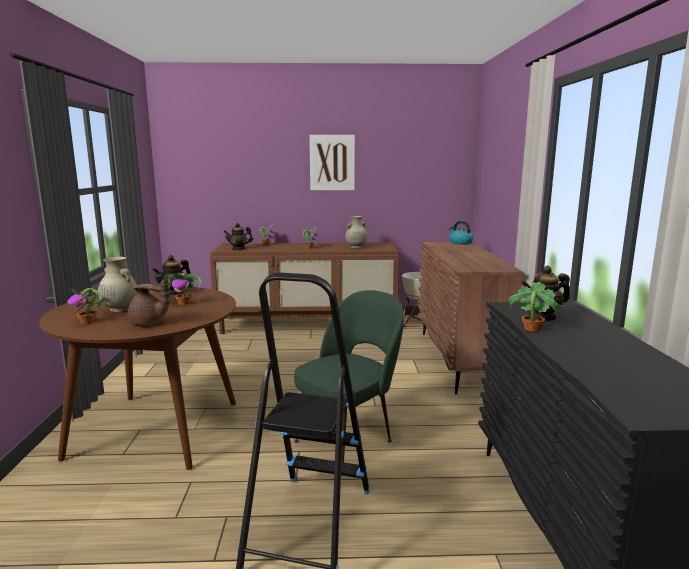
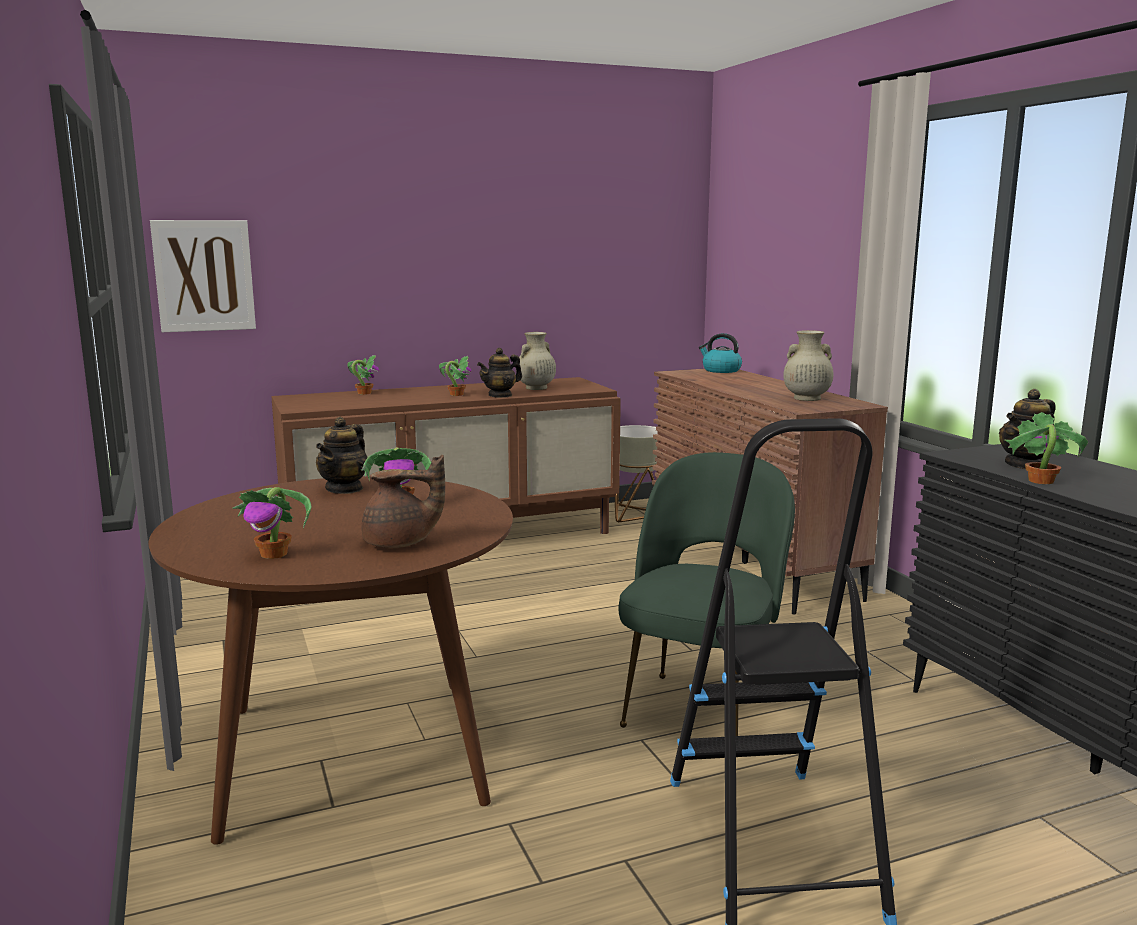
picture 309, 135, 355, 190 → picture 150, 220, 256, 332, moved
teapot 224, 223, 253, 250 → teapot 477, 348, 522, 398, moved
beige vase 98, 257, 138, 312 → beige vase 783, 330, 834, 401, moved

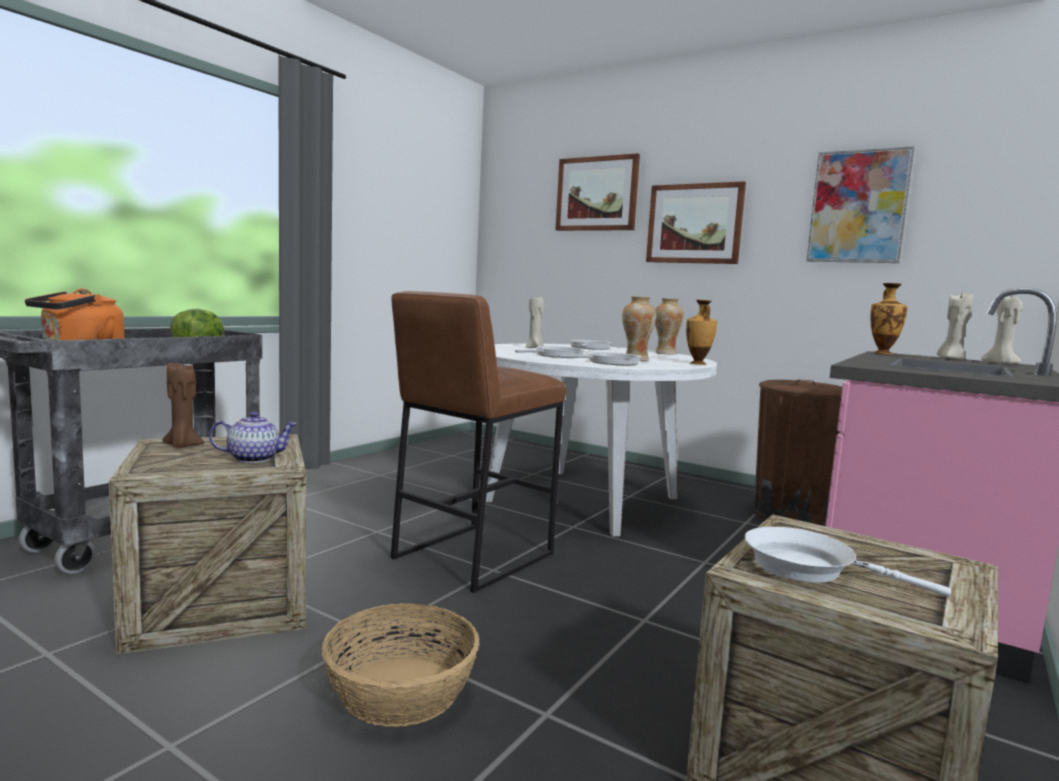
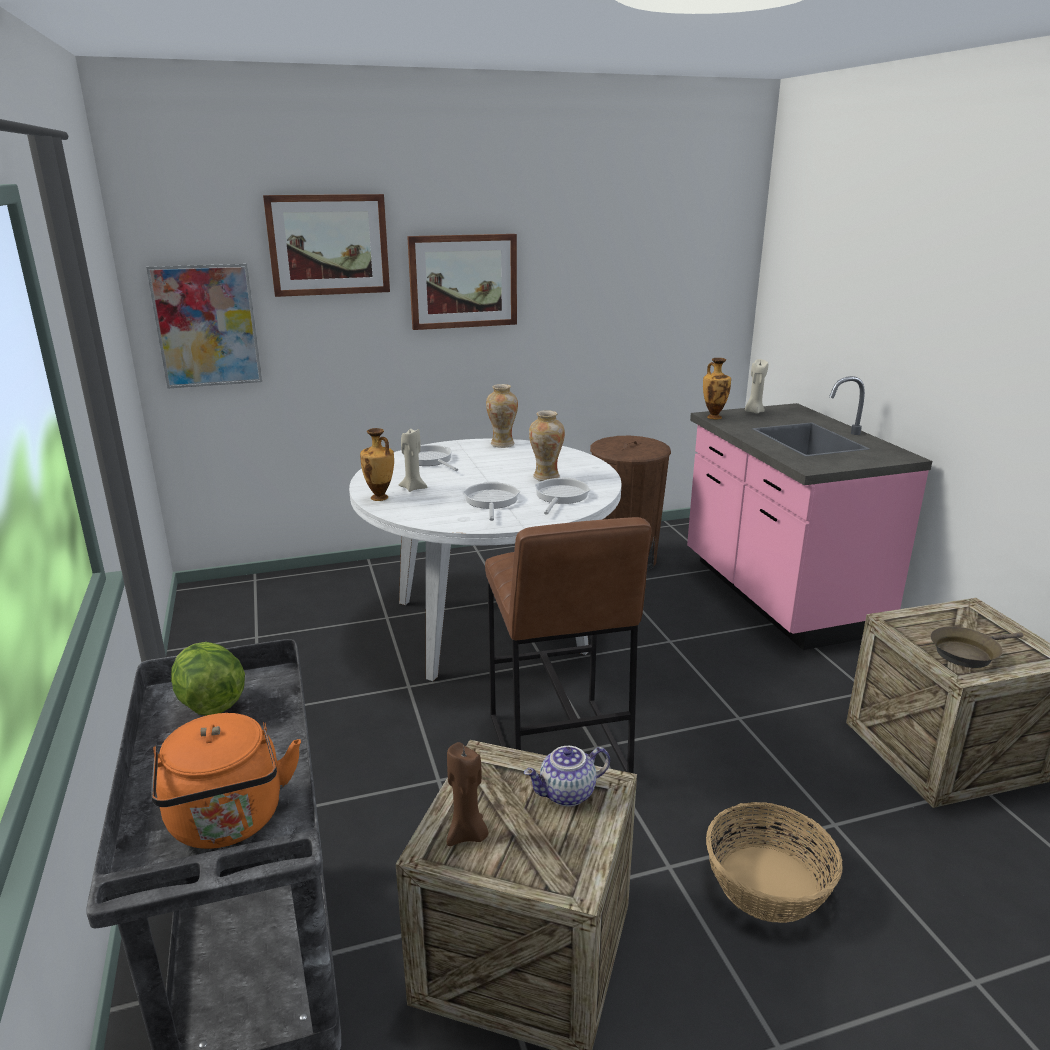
picture 806, 146, 915, 263 → picture 146, 263, 262, 388, moved
vase 686, 300, 717, 365 → vase 360, 428, 394, 501, moved
teapot 209, 411, 297, 463 → teapot 524, 746, 610, 807, 135 degrees counterclockwise
white frying pan 745, 527, 951, 597 → brown frying pan 931, 626, 1024, 668
beige candle 981, 295, 1023, 364 → -

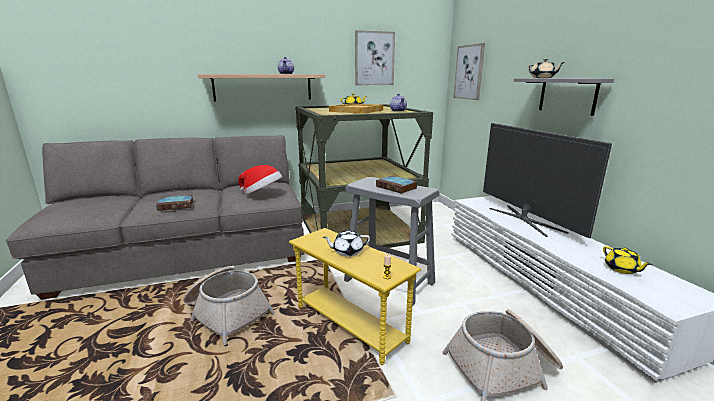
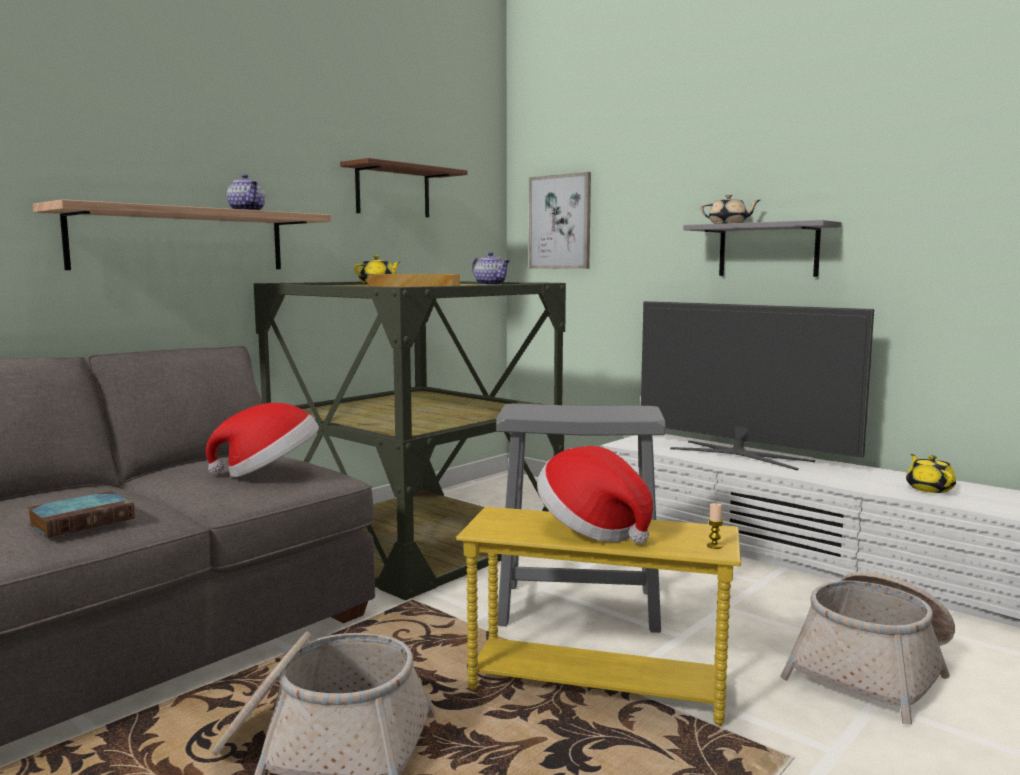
picture 355, 30, 395, 85 → brown shelf 340, 158, 468, 217
white teapot 323, 230, 370, 256 → hat 537, 446, 653, 544
yellow teapot 603, 246, 652, 274 → yellow teapot 906, 454, 956, 493, 135 degrees counterclockwise
book 376, 176, 418, 194 → -

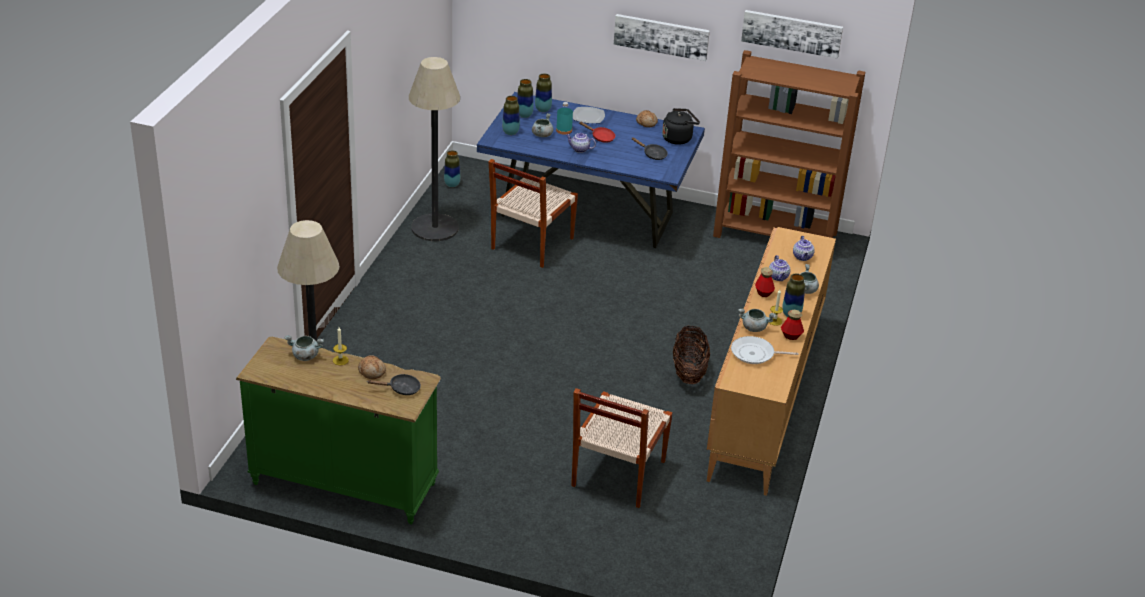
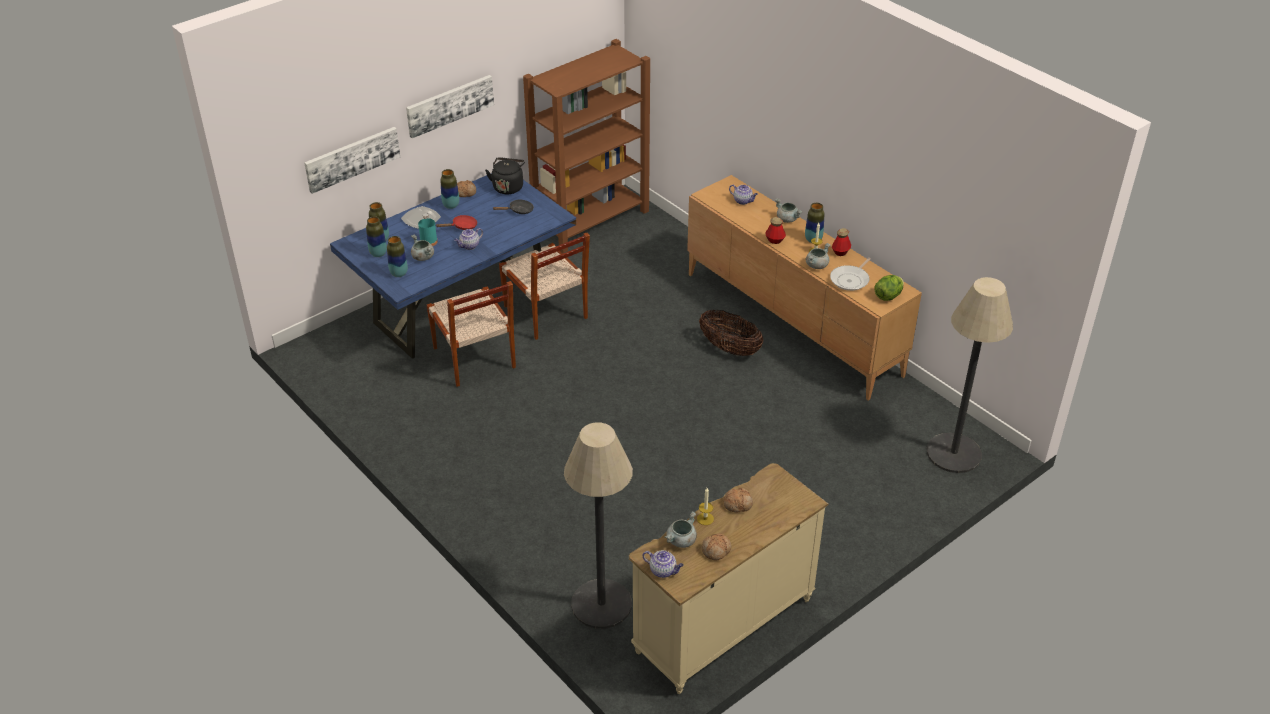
picture 741, 10, 843, 59 → picture 304, 127, 400, 194, moved
vase 444, 150, 460, 187 → vase 441, 169, 459, 209, moved
chair 571, 388, 672, 508 → chair 499, 233, 590, 340, moved
green dresser 236, 337, 441, 524 → beige dresser 629, 463, 829, 694
teapot 769, 255, 790, 281 → teapot 643, 550, 684, 578, moved
- → bread 702, 534, 731, 561
- → lettuce 874, 275, 904, 301
floor lamp 409, 57, 460, 241 → floor lamp 927, 277, 1013, 473, moved
black frying pan 368, 374, 421, 395 → -

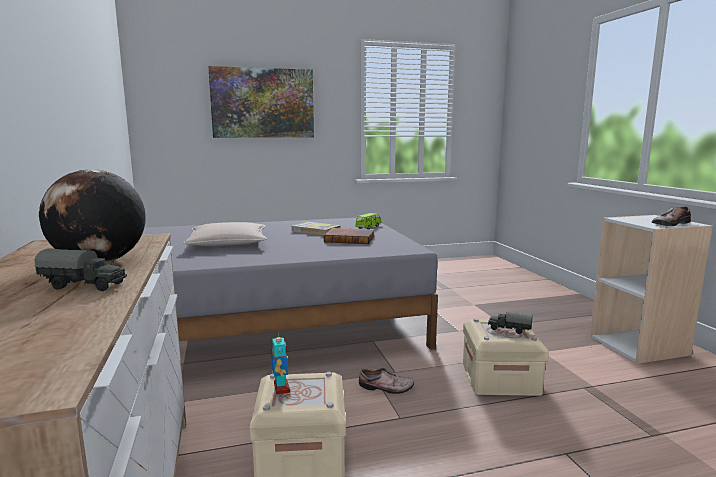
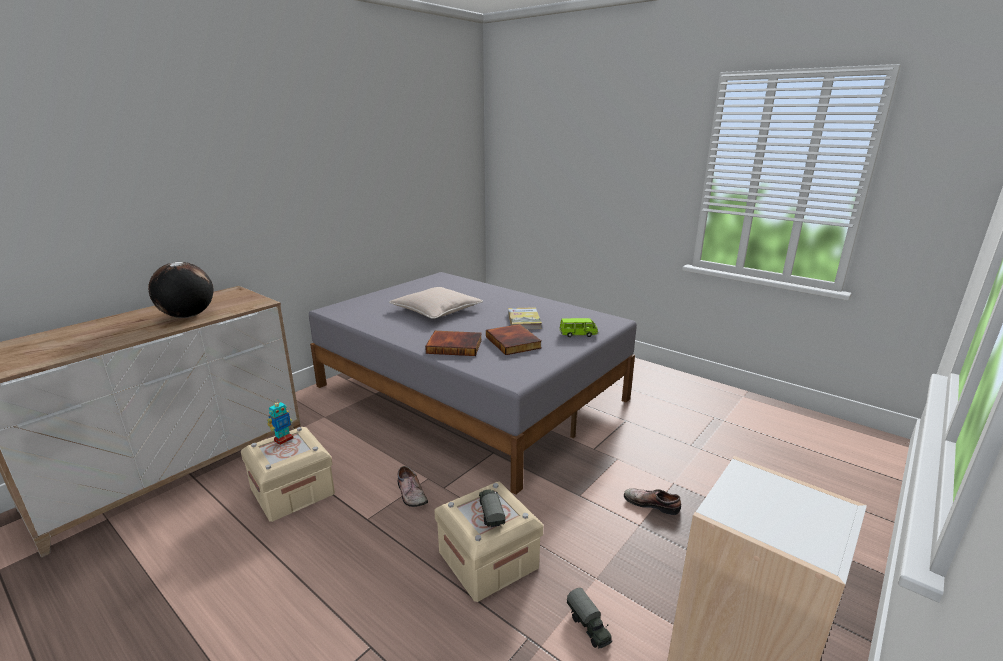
- → book 425, 331, 482, 356
toy truck 35, 248, 127, 291 → toy truck 567, 588, 612, 649, moved
shoe 652, 206, 691, 226 → shoe 624, 488, 681, 515, moved
picture 208, 66, 314, 138 → -

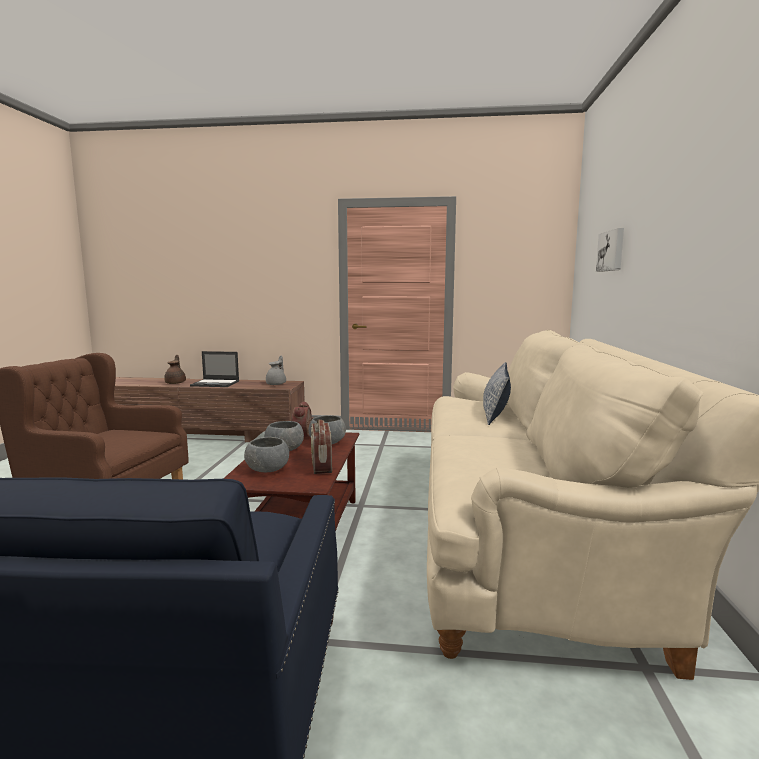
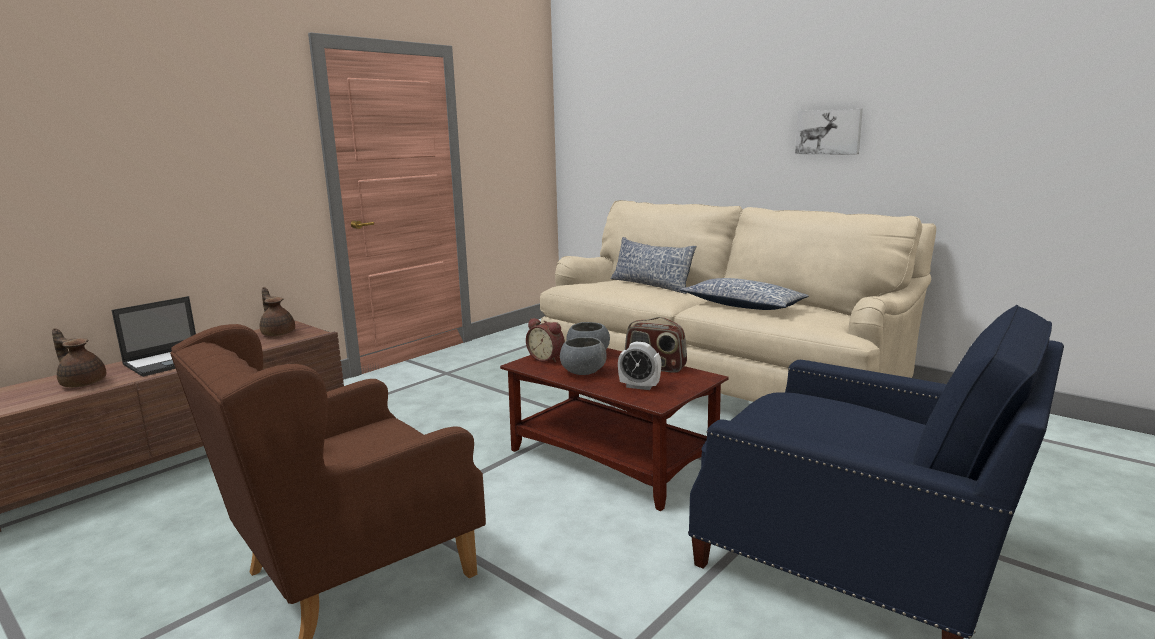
grey teapot 266, 356, 286, 385 → brown teapot 260, 287, 295, 336
grey bowl 244, 437, 289, 472 → alarm clock 618, 342, 661, 390
- → pillow 680, 278, 809, 310
picture 596, 228, 624, 272 → picture 795, 109, 863, 154, moved

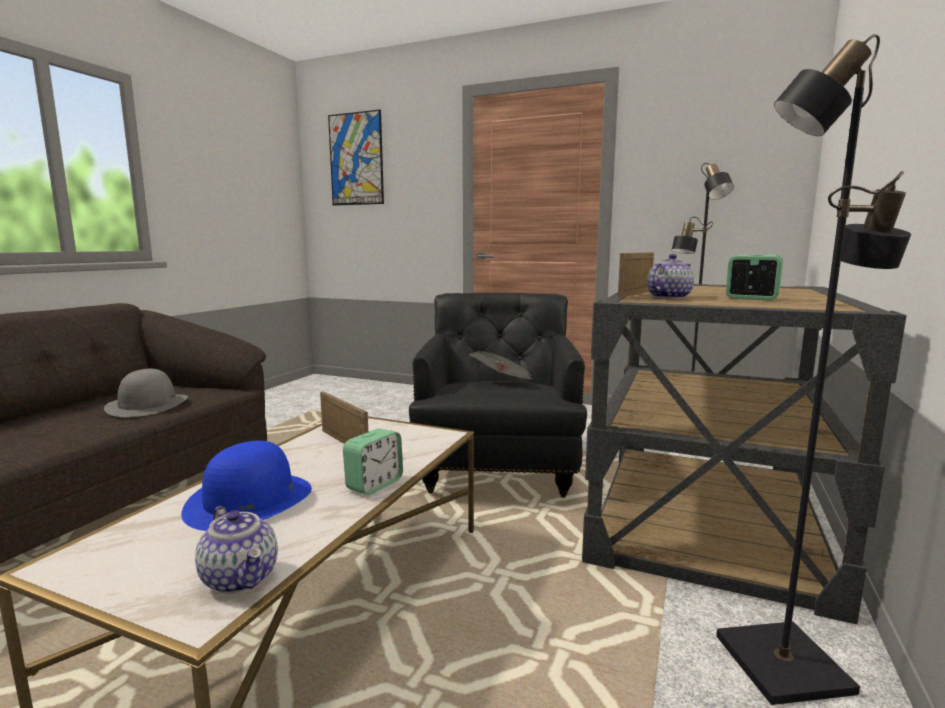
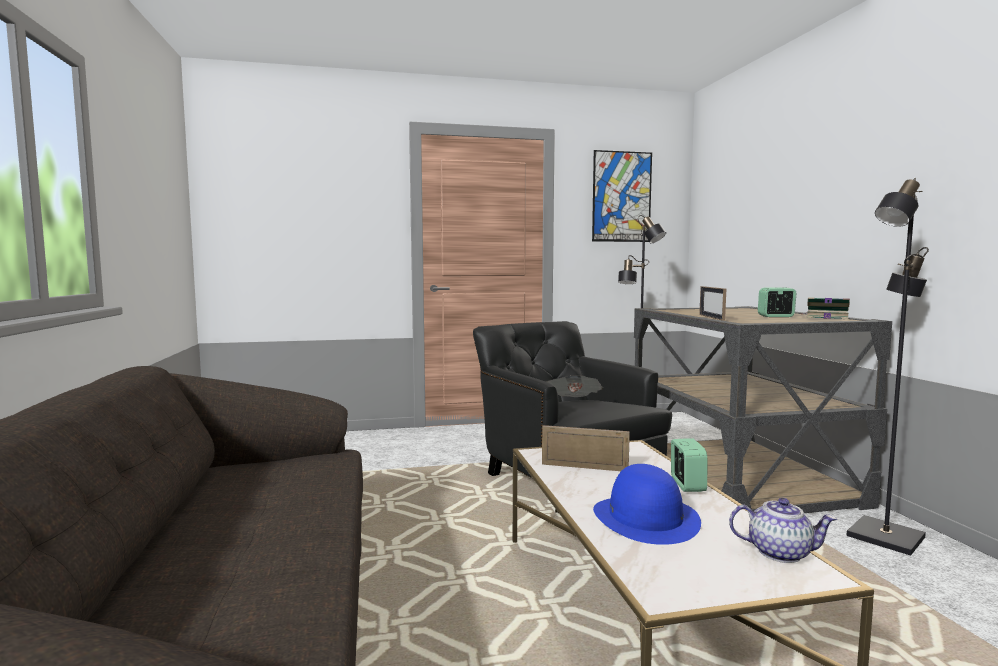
picture 328, 110, 384, 206 → picture 592, 150, 652, 242, moved
- → book 800, 297, 850, 319
grey hat 104, 369, 188, 417 → -
teapot 647, 254, 694, 299 → -

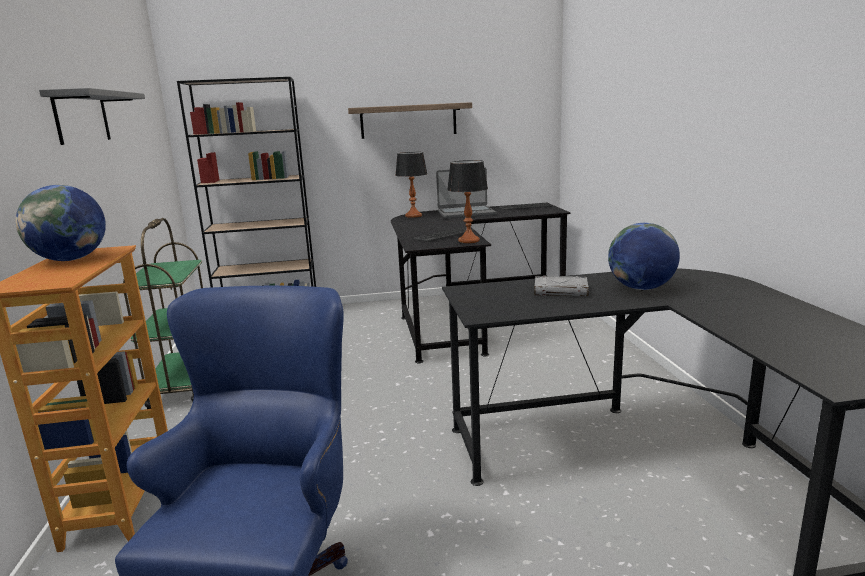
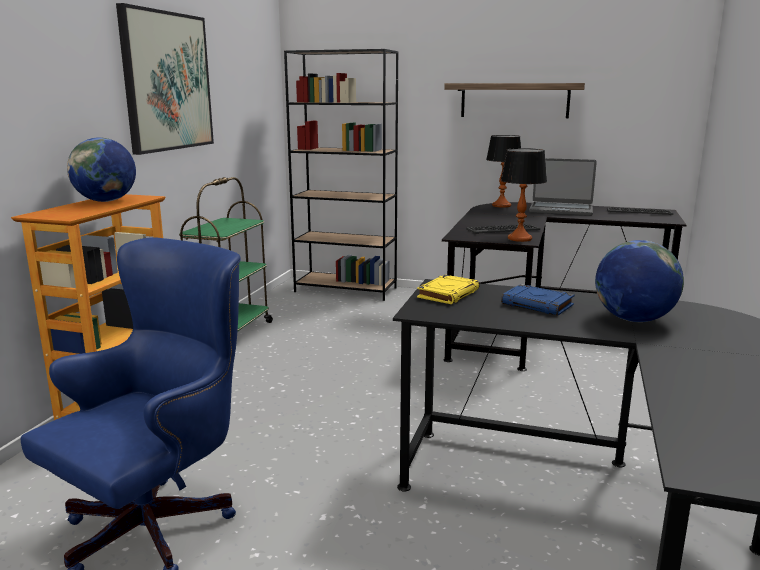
grey shelf 39, 88, 145, 145 → picture 116, 3, 214, 155
- → yellow book 417, 275, 480, 304
grey book 534, 276, 589, 296 → blue book 501, 284, 575, 315

